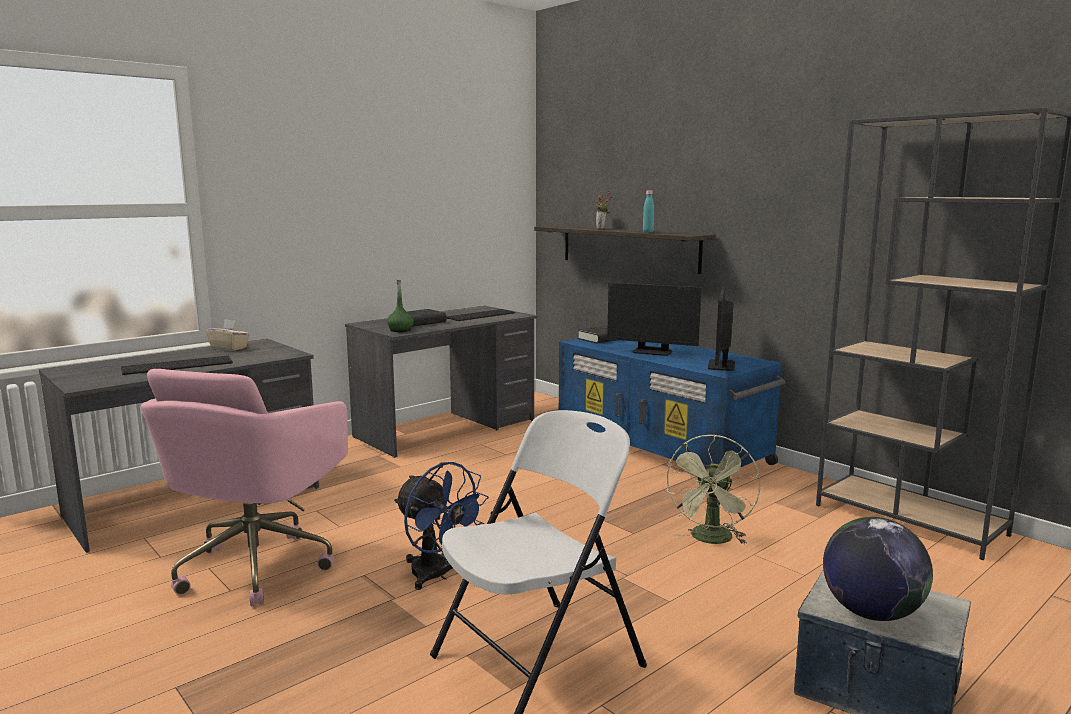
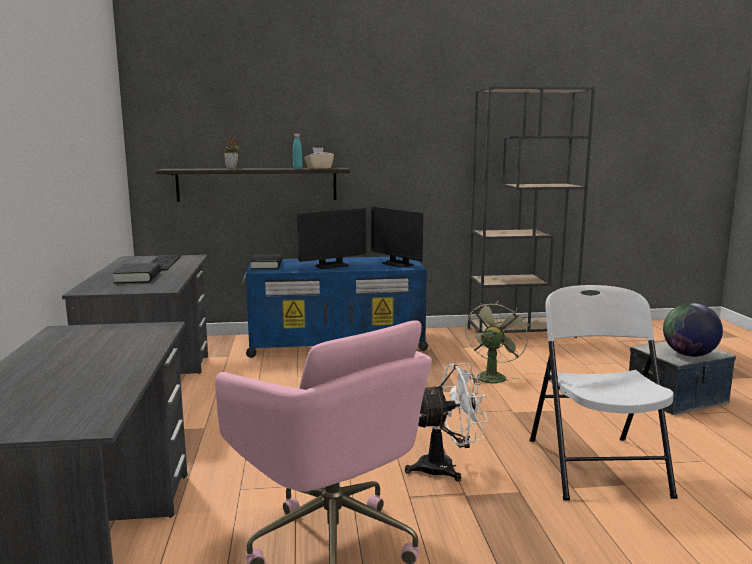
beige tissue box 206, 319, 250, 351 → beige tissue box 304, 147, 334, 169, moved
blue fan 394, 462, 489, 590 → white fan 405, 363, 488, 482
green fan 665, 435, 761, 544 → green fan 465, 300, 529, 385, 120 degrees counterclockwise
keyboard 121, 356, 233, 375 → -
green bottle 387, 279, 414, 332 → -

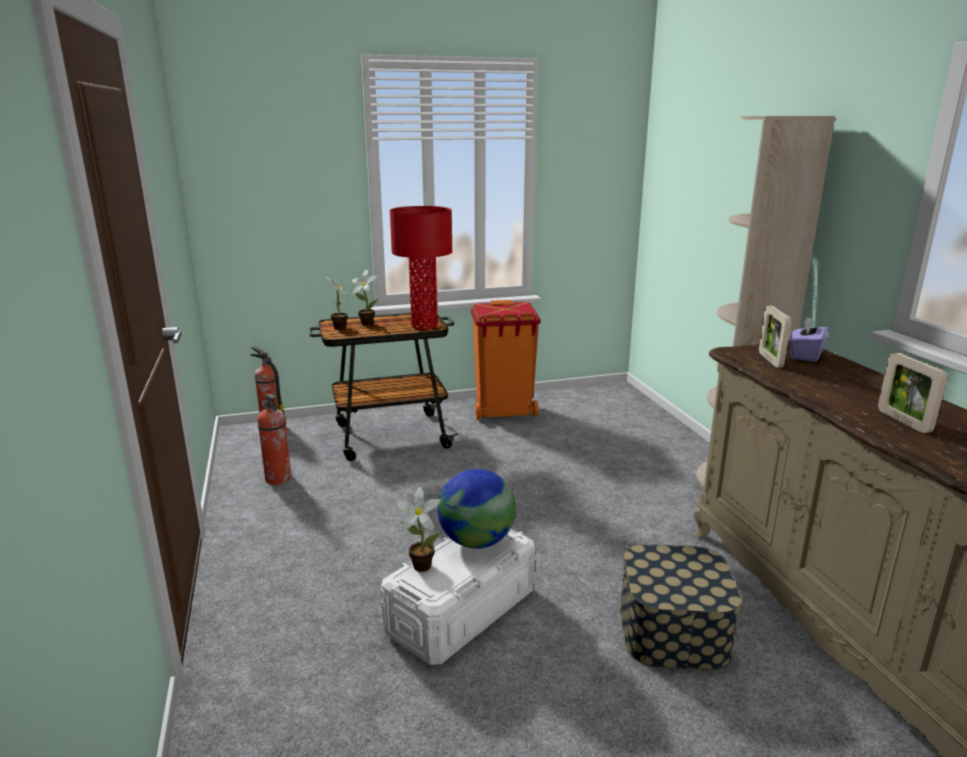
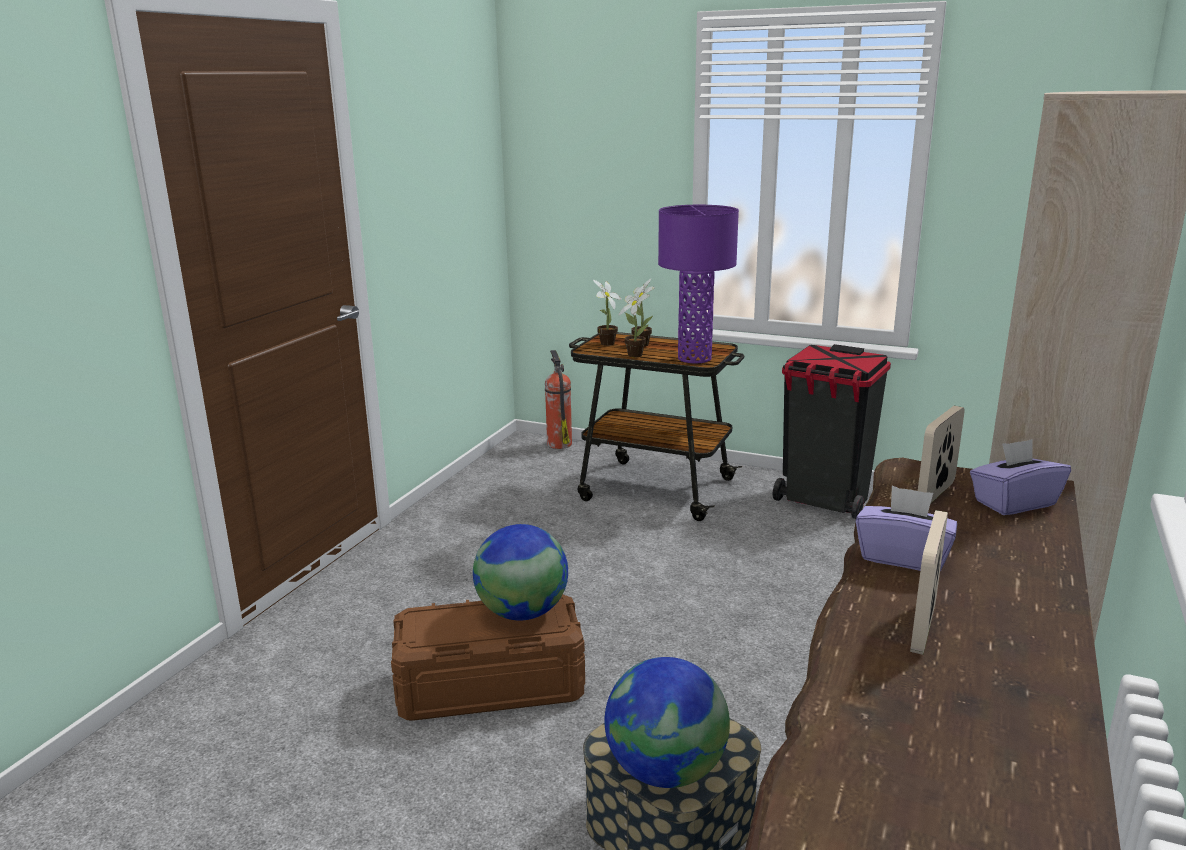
white storage box 381, 529, 535, 665 → brown storage box 391, 595, 585, 721
- → globe 605, 657, 730, 788
potted plant 397, 487, 441, 572 → potted plant 618, 286, 650, 357, moved
red table lamp 390, 206, 452, 330 → purple table lamp 658, 205, 739, 363
orange trash can 471, 300, 541, 420 → black trash can 773, 344, 891, 519
- → purple tissue box 856, 486, 957, 571
fire extinguisher 257, 394, 291, 485 → -

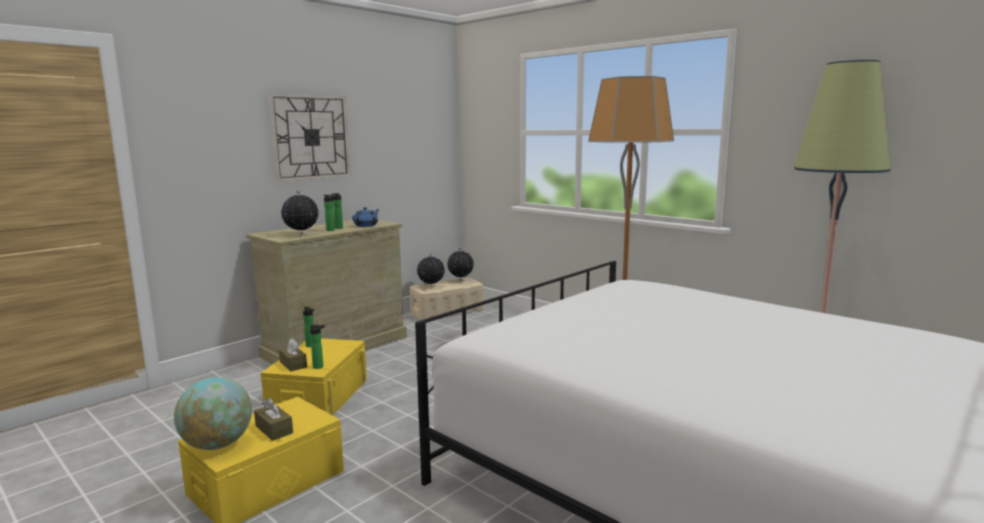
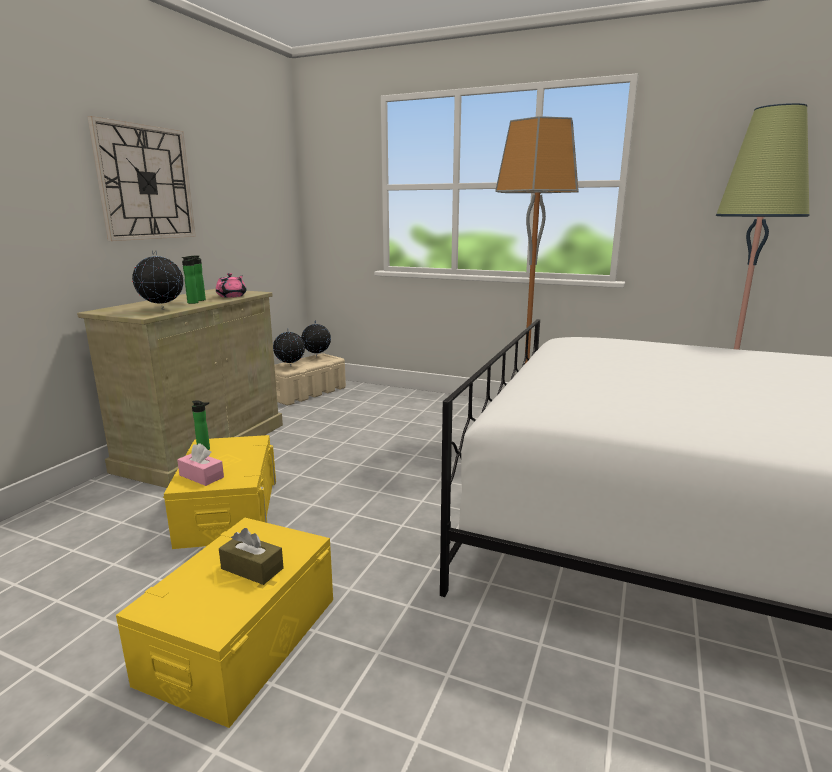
brown tissue box 279, 339, 307, 371 → pink tissue box 177, 443, 224, 486
blue teapot 352, 207, 379, 227 → pink teapot 216, 273, 246, 298
globe 174, 377, 252, 450 → -
bottle 310, 325, 325, 369 → -

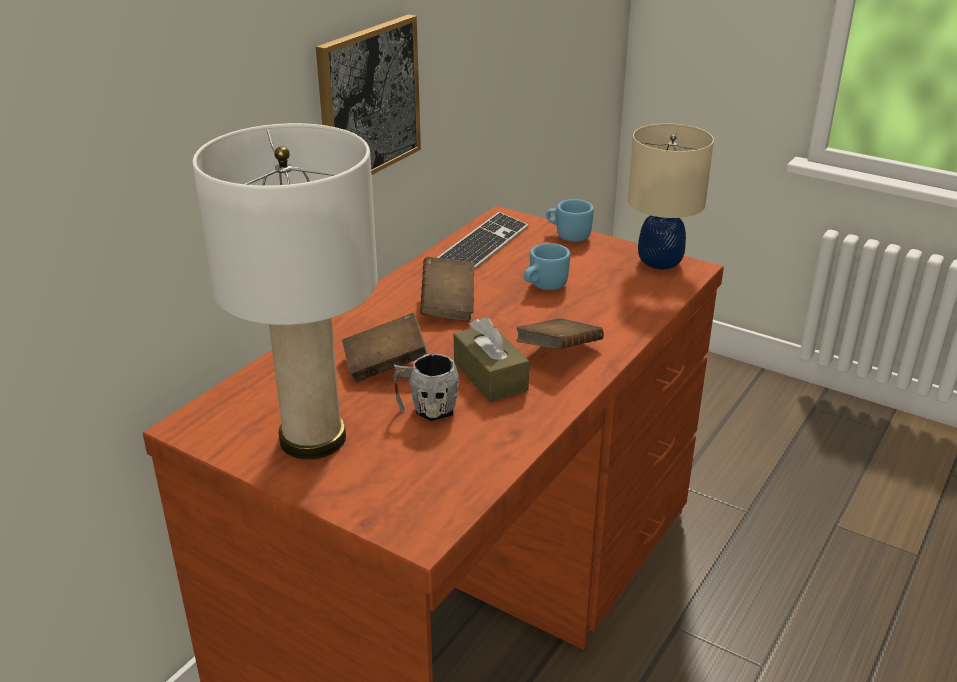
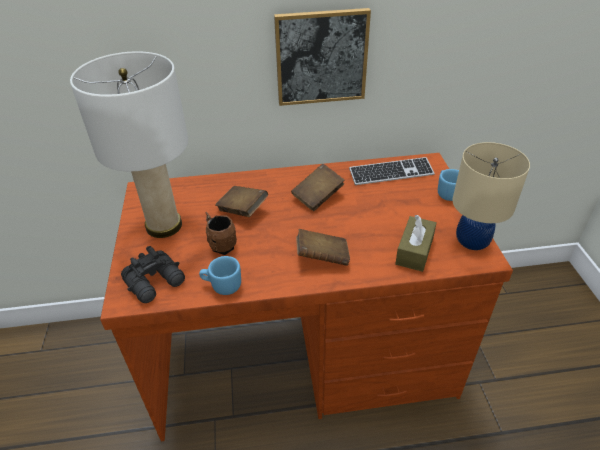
- → black binoculars 121, 246, 185, 303
blue mug 524, 243, 570, 290 → blue mug 199, 256, 241, 295, moved
grey mug 393, 354, 459, 421 → brown mug 206, 212, 237, 255
brown tissue box 454, 316, 529, 402 → brown tissue box 395, 215, 437, 272, moved

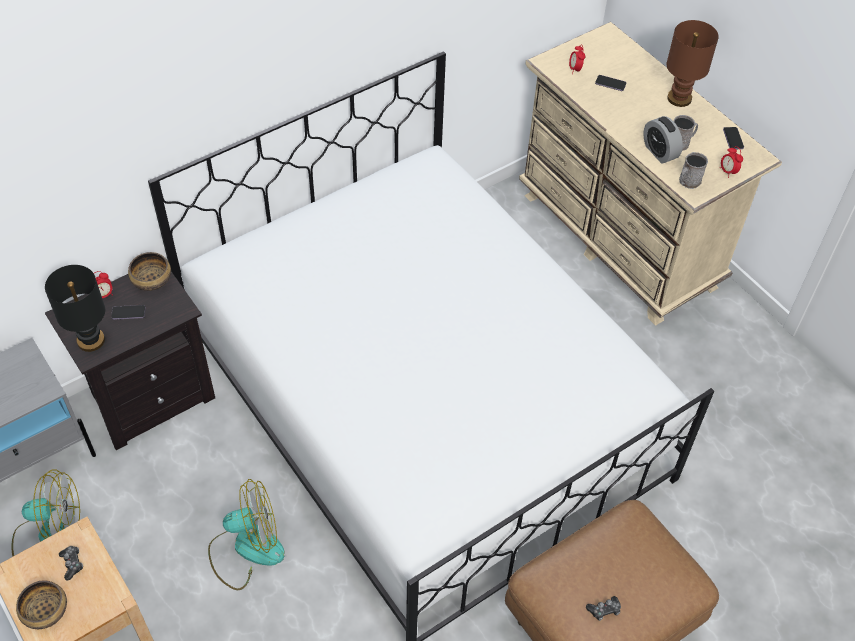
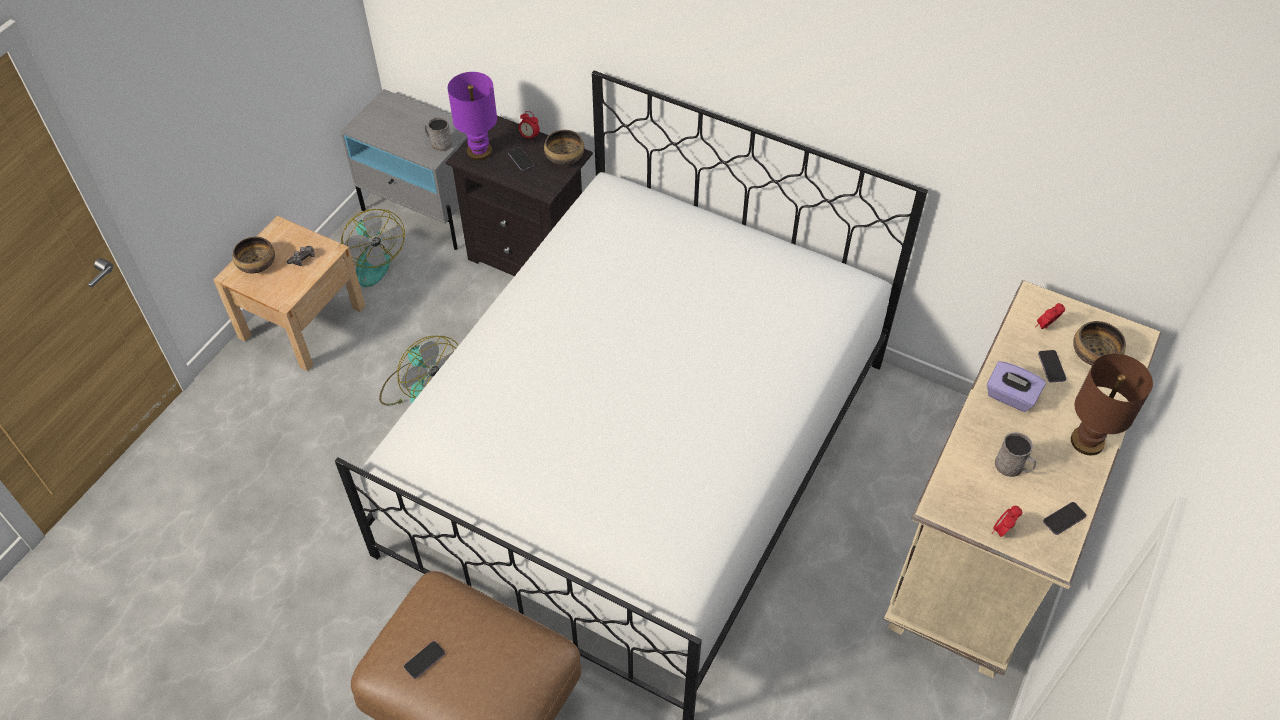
game controller 586, 596, 621, 621 → phone 404, 641, 445, 679
grey mug 679, 152, 708, 189 → grey mug 425, 117, 452, 152, moved
black table lamp 45, 265, 105, 352 → purple table lamp 448, 72, 497, 161
- → purple tissue box 987, 361, 1046, 412
- → bowl 1073, 321, 1126, 365
alarm clock 643, 116, 683, 164 → -

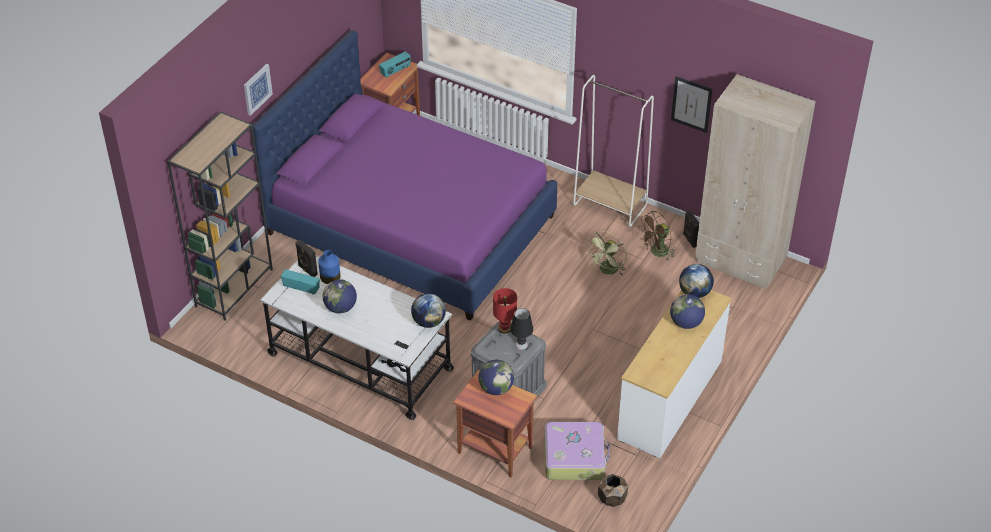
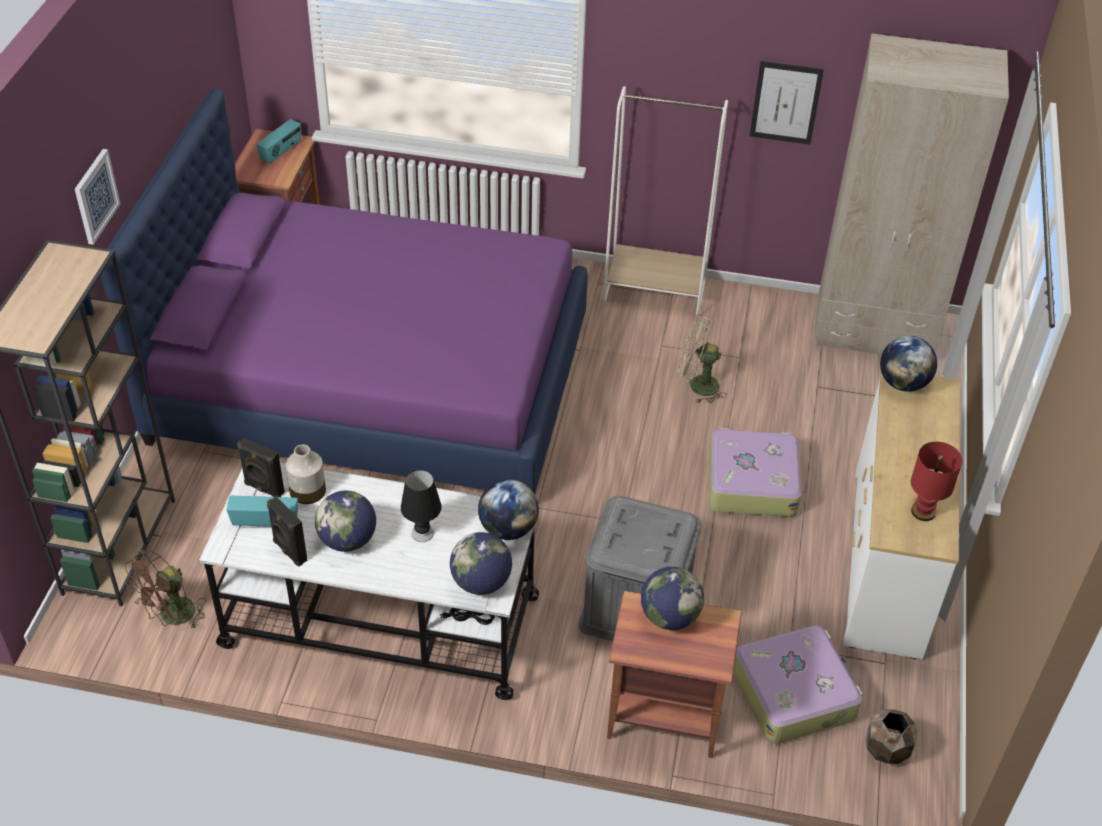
brown fan 639, 211, 676, 260 → brown fan 125, 550, 206, 630, moved
black speaker 683, 211, 699, 248 → black speaker 267, 496, 308, 567, moved
blue vase 318, 250, 341, 284 → beige vase 286, 445, 326, 504
black table lamp 510, 308, 533, 350 → black table lamp 401, 470, 441, 542, moved
globe 670, 294, 705, 329 → globe 450, 532, 512, 595, moved
green fan 586, 231, 627, 276 → green fan 677, 316, 727, 403, 90 degrees clockwise
- → suitcase 709, 428, 802, 517
red table lamp 493, 288, 517, 333 → red table lamp 911, 442, 963, 521, moved

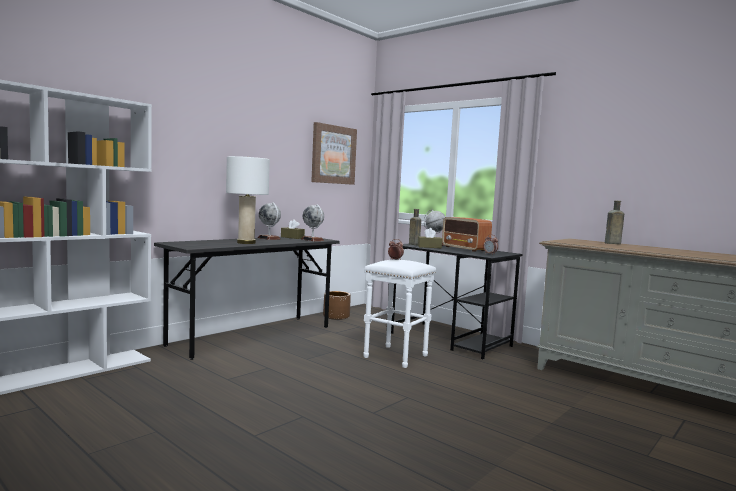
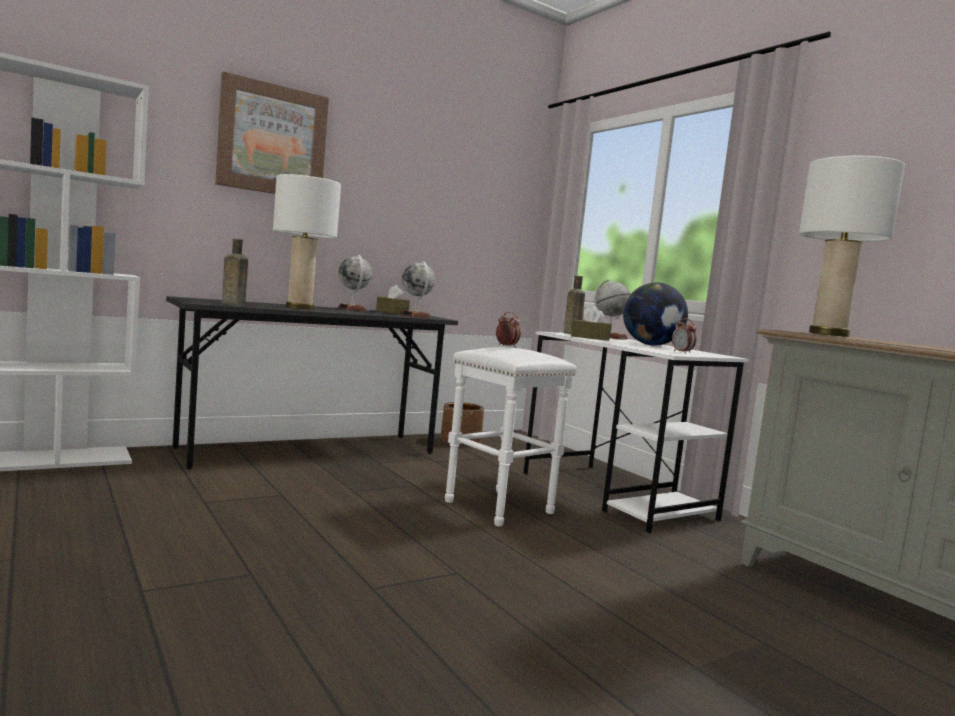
picture 311, 122, 357, 185 → picture 215, 71, 329, 194, moved
brown bottle 605, 200, 624, 244 → brown bottle 222, 239, 248, 306, moved
black desk 391, 244, 523, 360 → white desk 524, 331, 749, 533
radio 442, 217, 492, 252 → globe 623, 282, 688, 345
- → white table lamp 799, 156, 905, 337

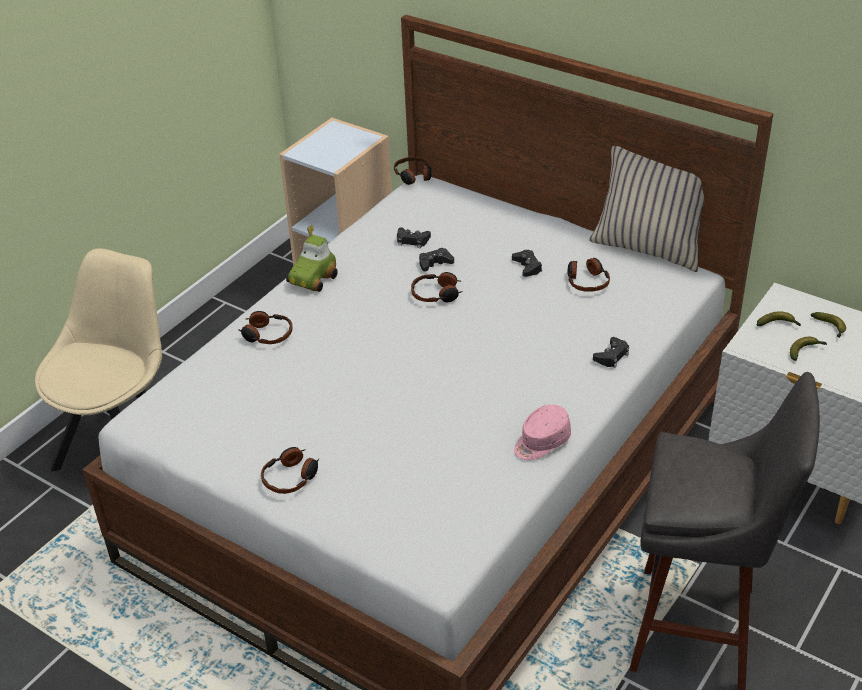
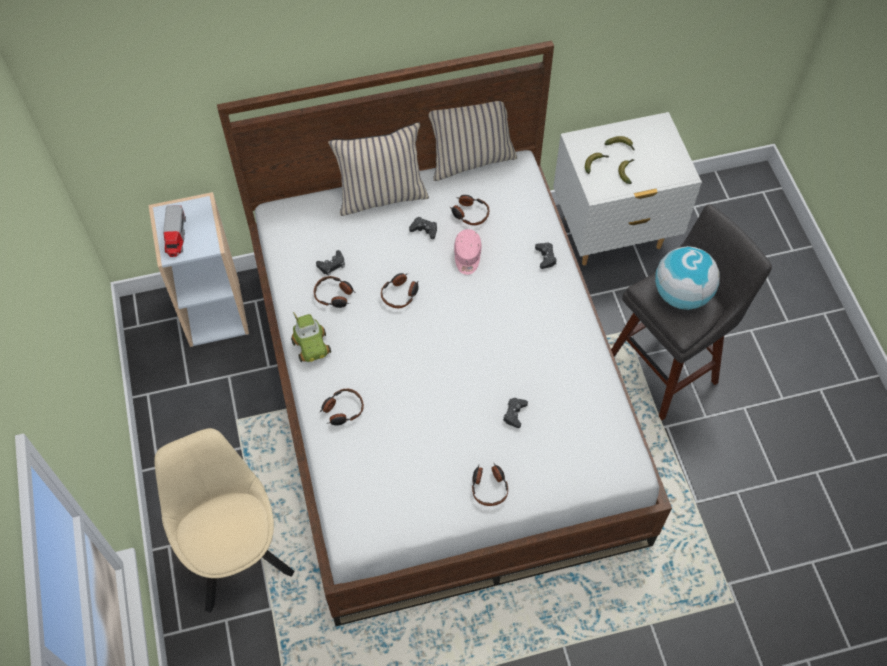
- → toy truck 163, 205, 186, 257
headphones 394, 157, 431, 185 → headphones 314, 276, 356, 308, moved
- → beige pillow 328, 122, 429, 216
pink cap 514, 404, 571, 460 → pink cap 454, 229, 482, 275, moved
black game controller 419, 248, 454, 272 → black game controller 503, 398, 528, 428, moved
- → globe 655, 246, 720, 310

